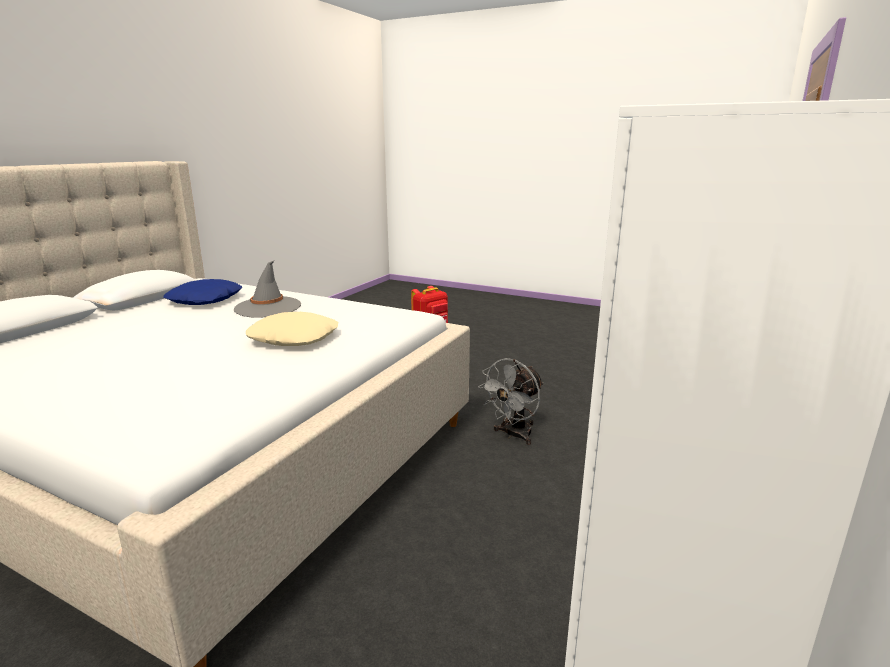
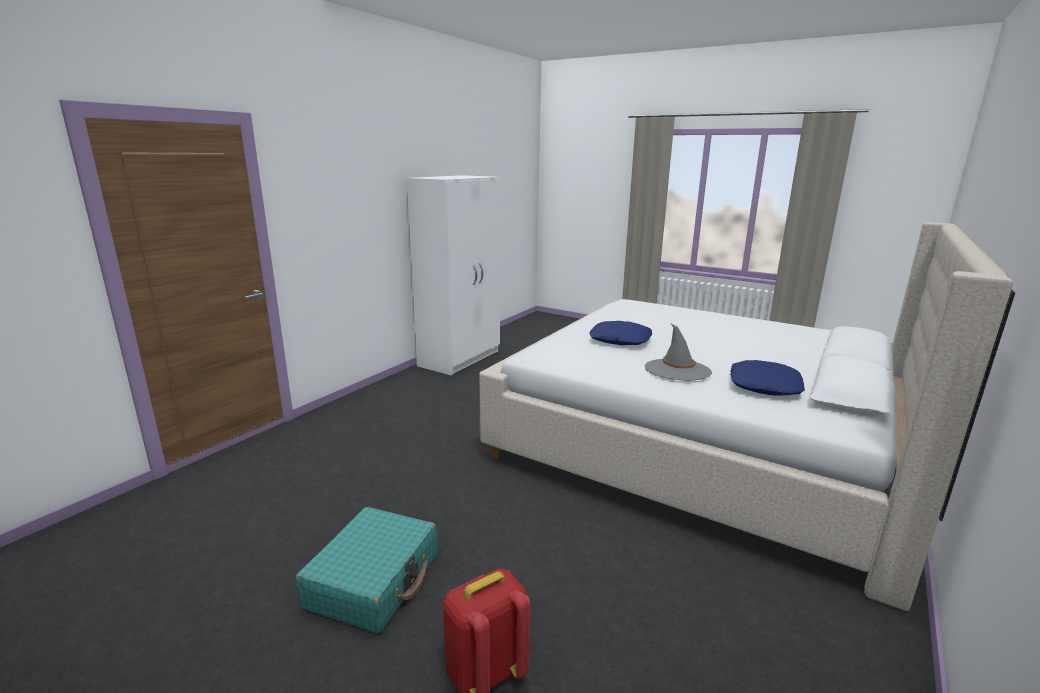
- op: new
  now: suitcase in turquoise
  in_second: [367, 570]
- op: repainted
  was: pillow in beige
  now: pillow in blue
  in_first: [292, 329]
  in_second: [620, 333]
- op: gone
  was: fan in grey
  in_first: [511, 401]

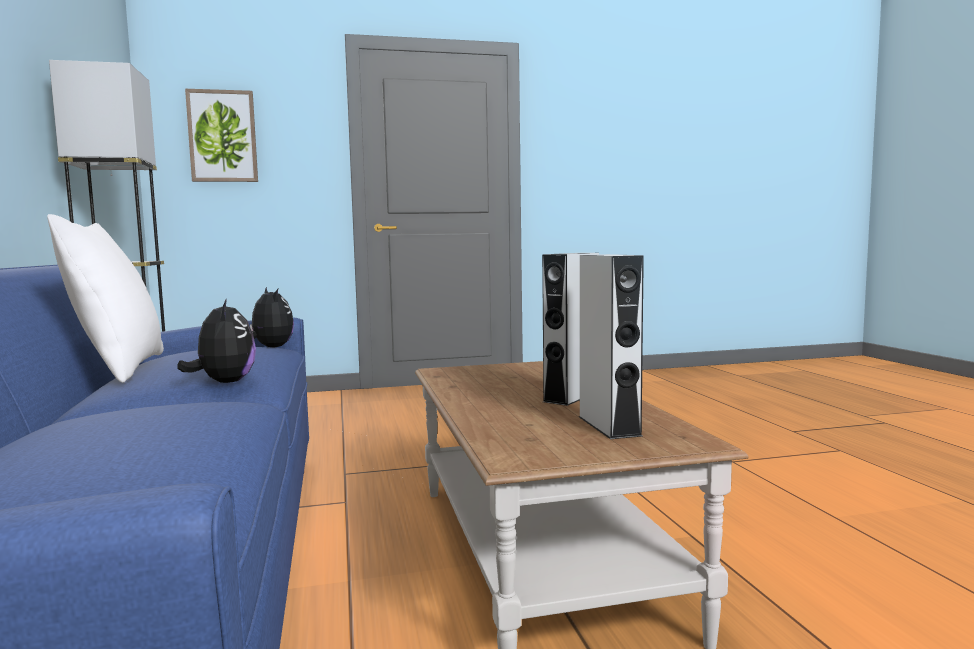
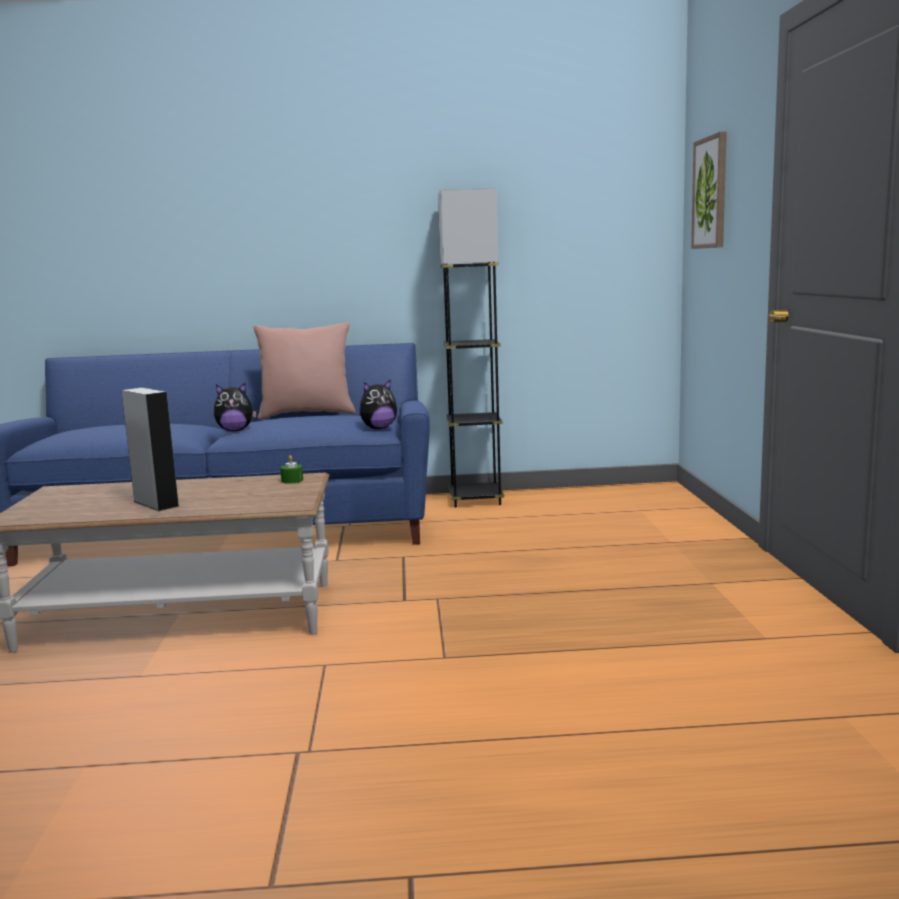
- op: repainted
  was: pillow in white
  now: pillow in pink
  in_first: [105, 298]
  in_second: [304, 371]
- op: new
  now: candle in green
  in_second: [291, 469]
- op: gone
  was: speaker in grey
  in_first: [611, 346]

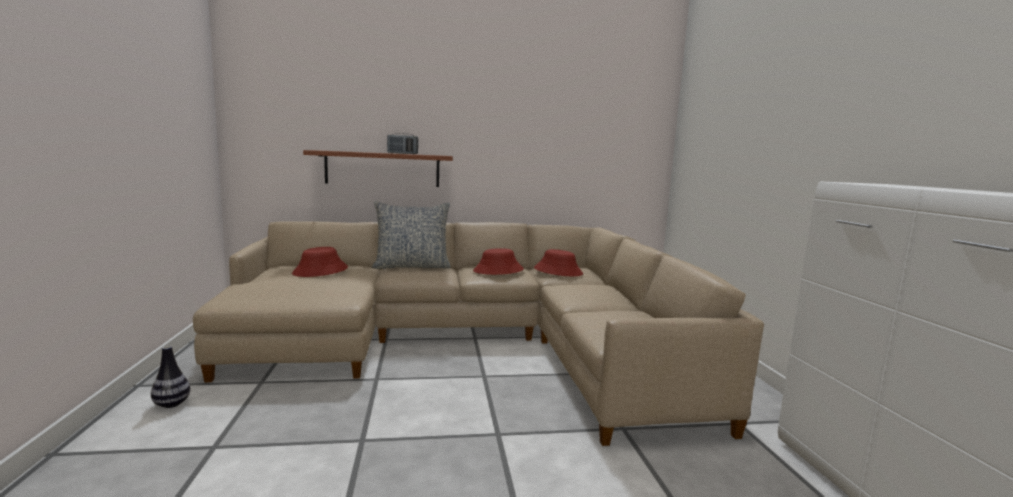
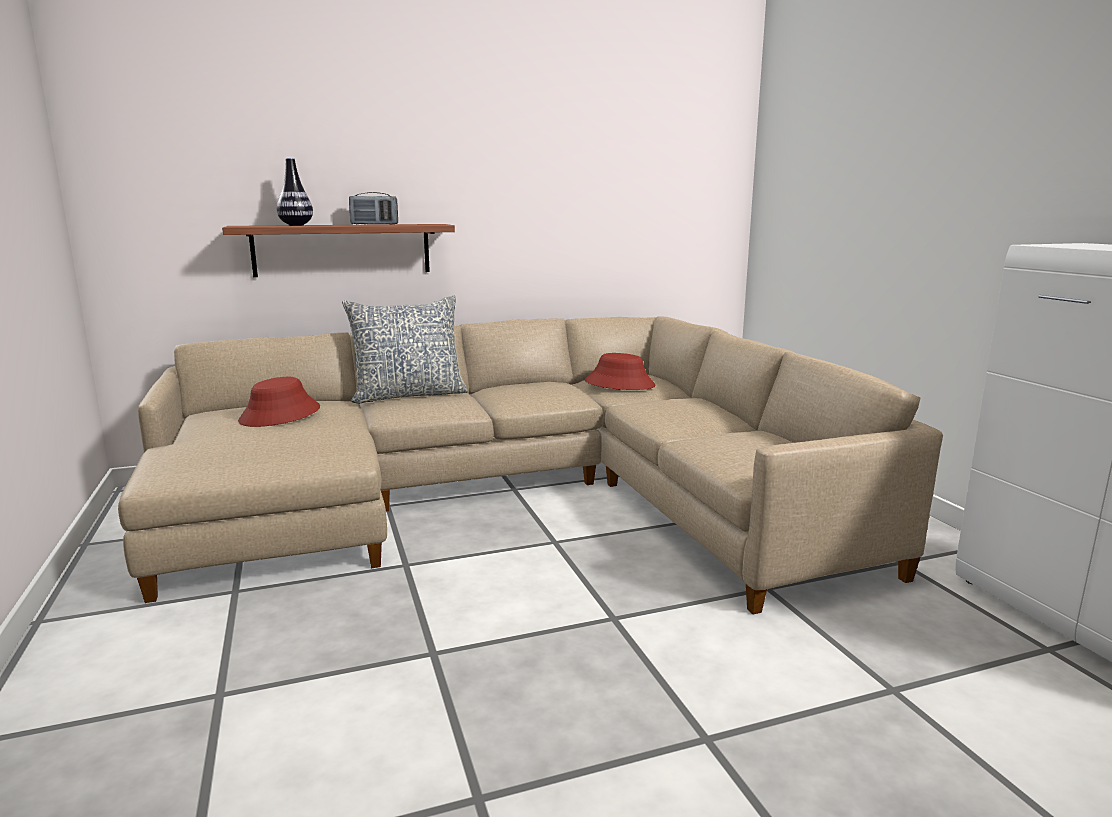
- op: shifted
  was: vase
  in_first: [170, 377]
  in_second: [295, 192]
- op: gone
  was: hat in red
  in_first: [498, 261]

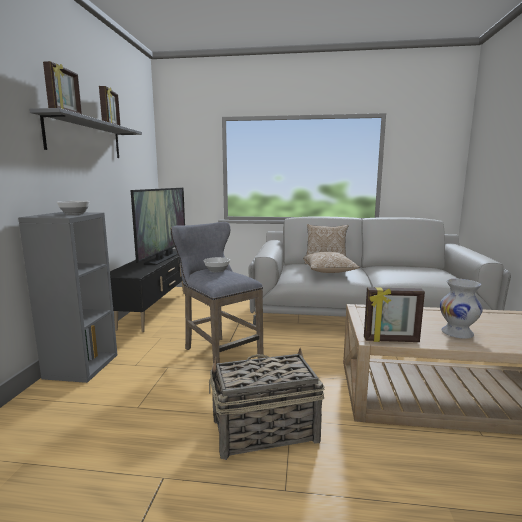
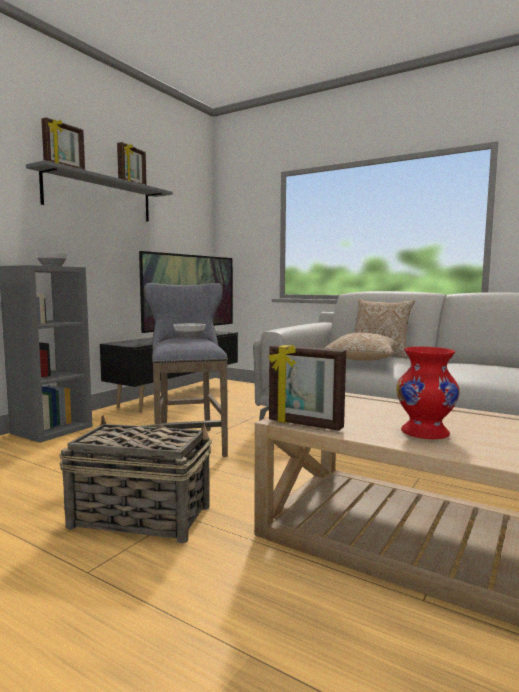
- op: repainted
  was: vase in white
  now: vase in red
  in_first: [461, 309]
  in_second: [428, 393]

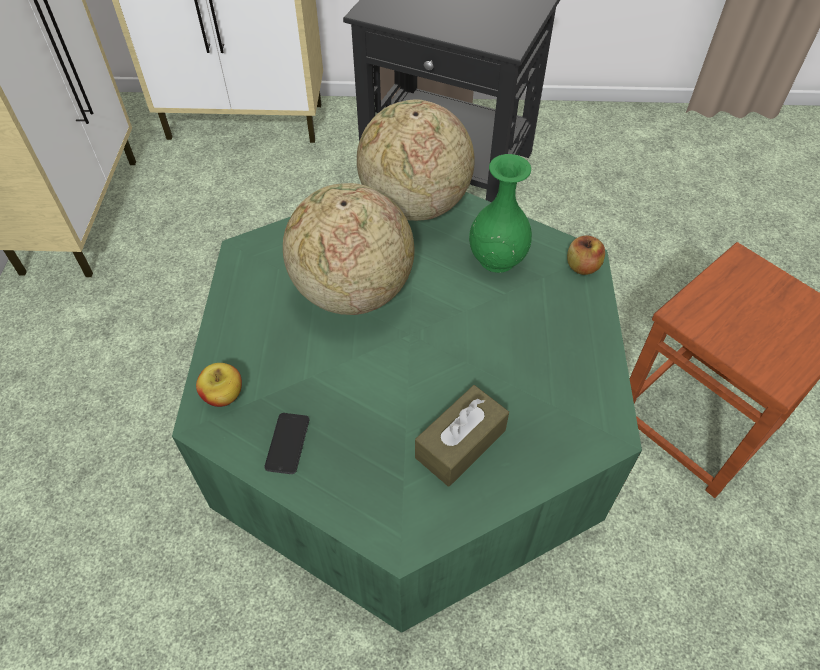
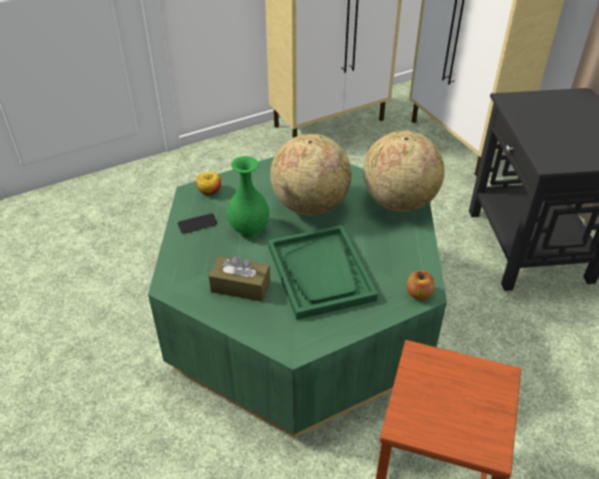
- op: shifted
  was: vase in green
  in_first: [500, 213]
  in_second: [248, 196]
- op: new
  now: tray in green
  in_second: [323, 272]

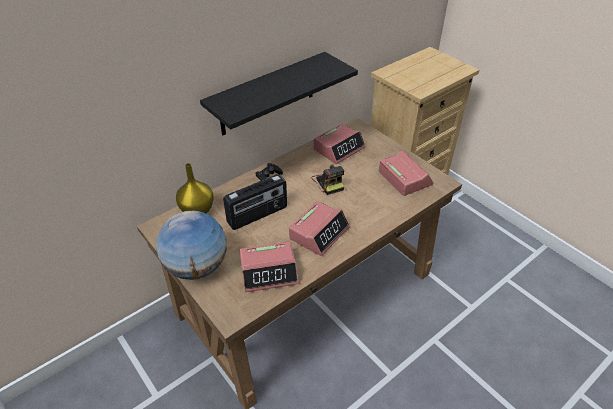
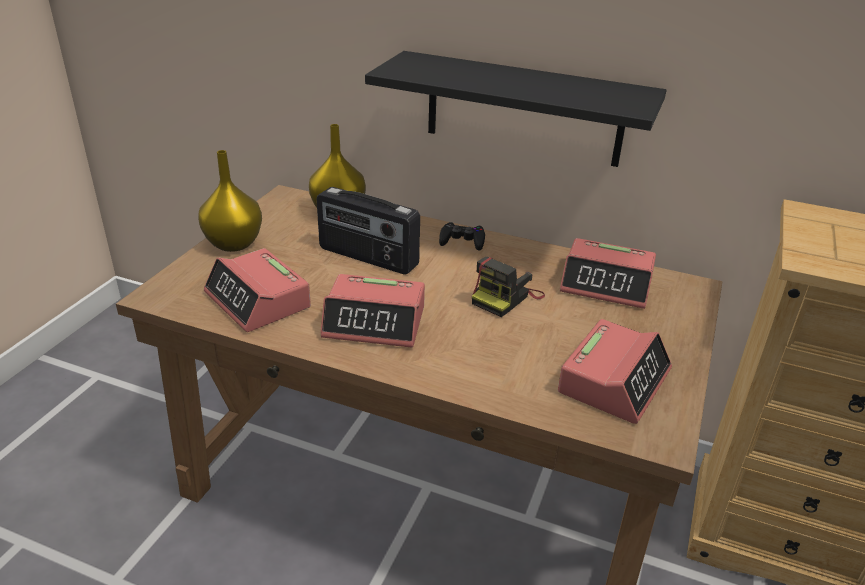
- op: swapped
  was: globe
  now: vase in yellow
  in_first: [191, 245]
  in_second: [230, 201]

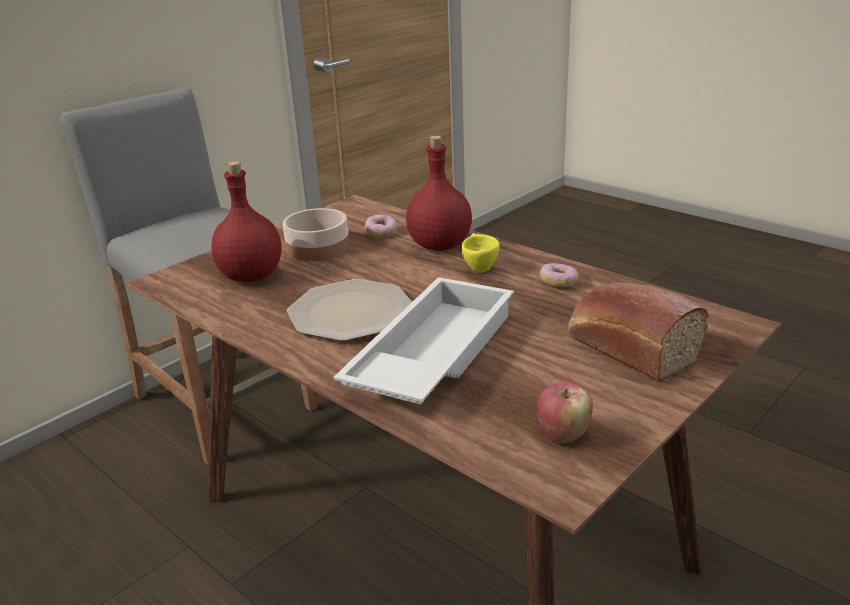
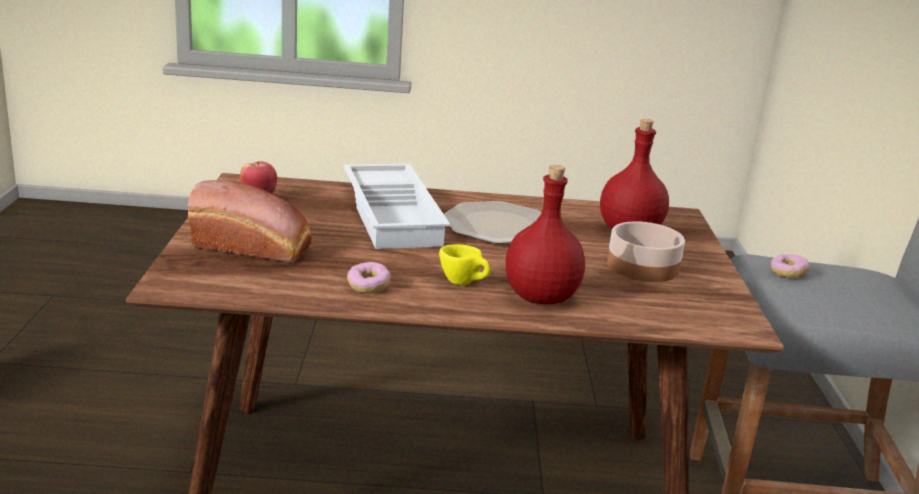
- op: shifted
  was: donut
  in_first: [381, 226]
  in_second: [790, 266]

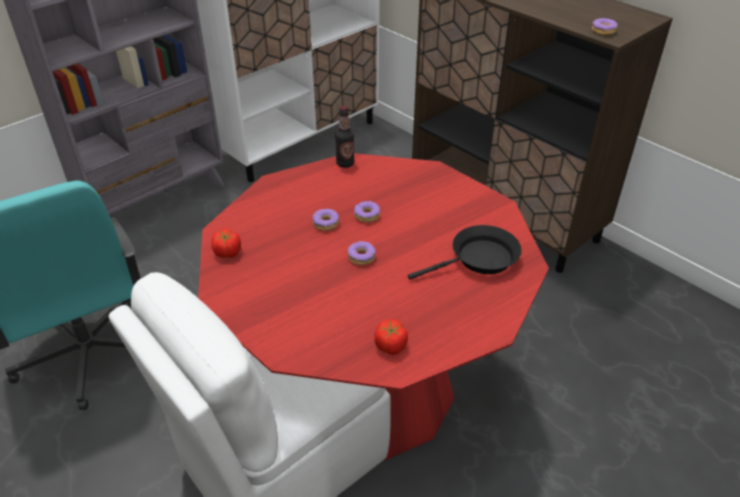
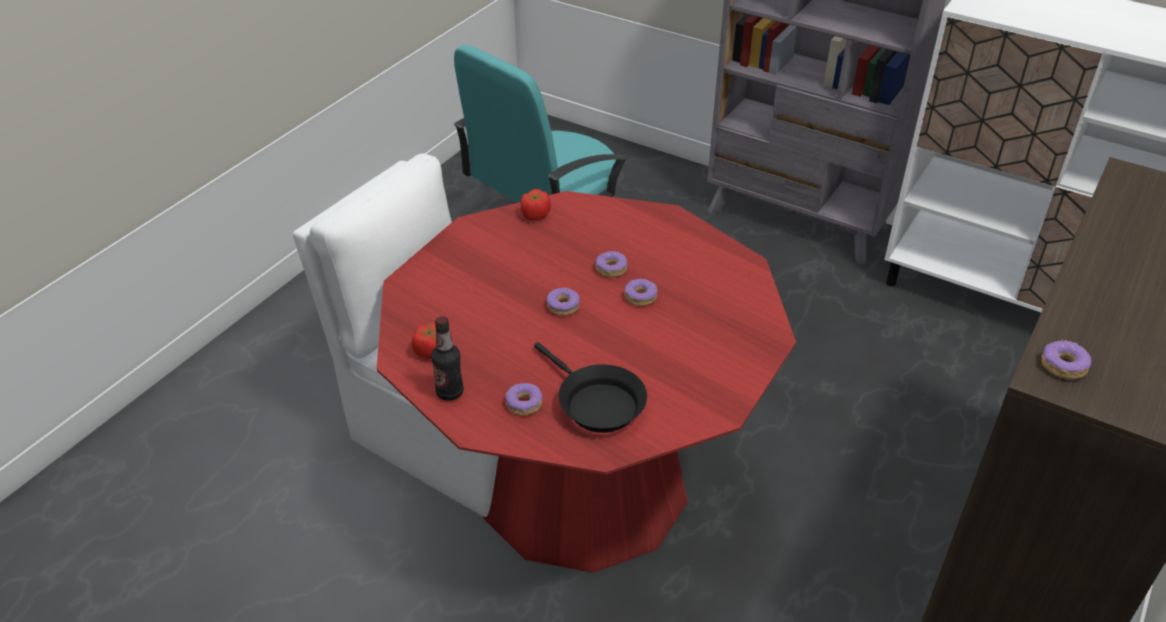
- op: shifted
  was: bottle
  in_first: [345, 136]
  in_second: [447, 358]
- op: new
  now: donut
  in_second: [523, 399]

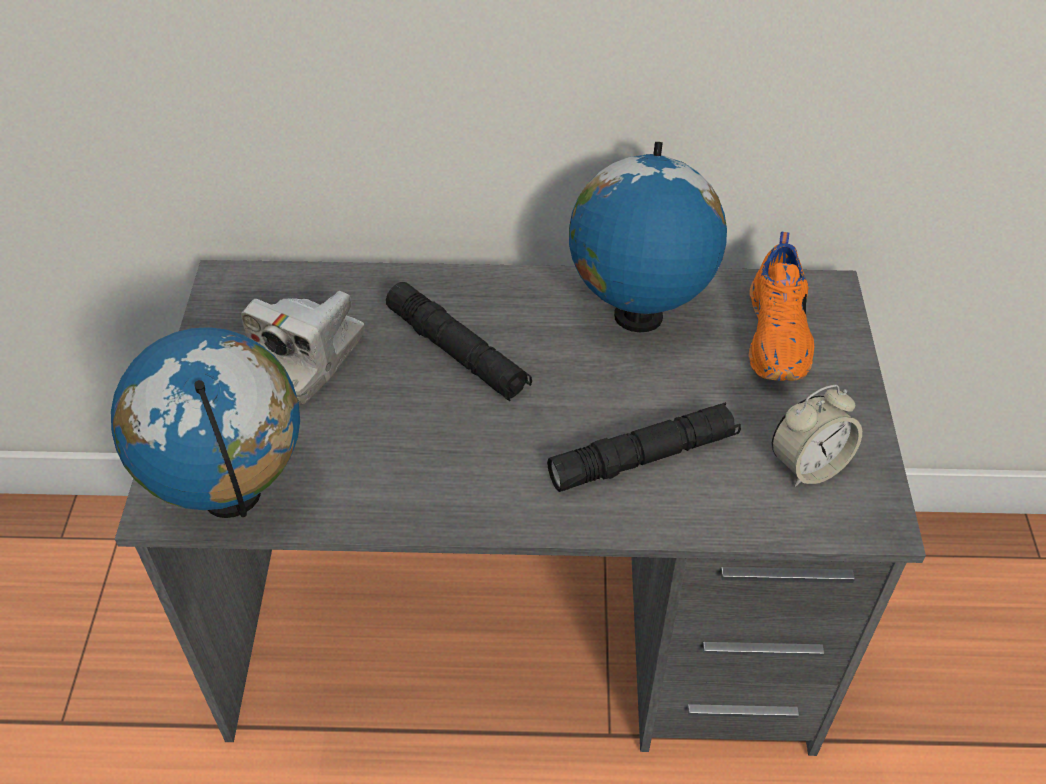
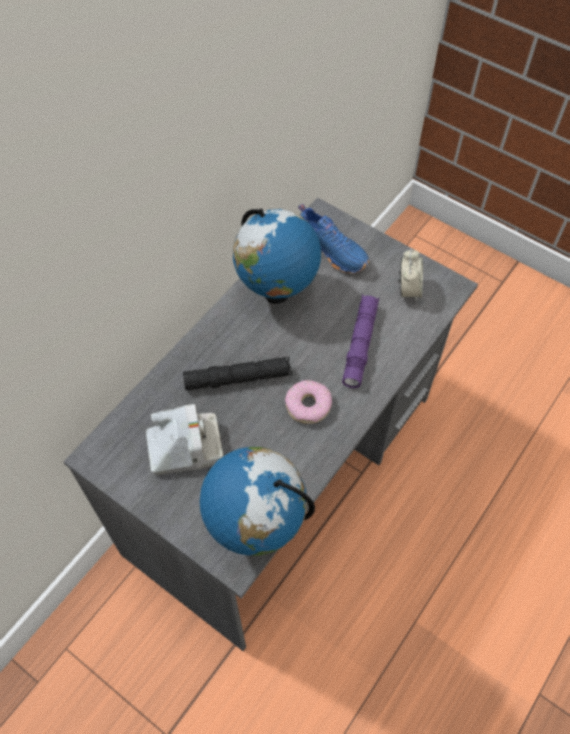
- op: rotated
  was: photo camera
  in_first: [302, 348]
  in_second: [184, 439]
  clockwise: -75
- op: new
  now: donut
  in_second: [308, 402]
- op: repainted
  was: shoe in orange
  now: shoe in blue
  in_first: [781, 306]
  in_second: [333, 238]
- op: repainted
  was: flashlight in black
  now: flashlight in purple
  in_first: [644, 447]
  in_second: [360, 341]

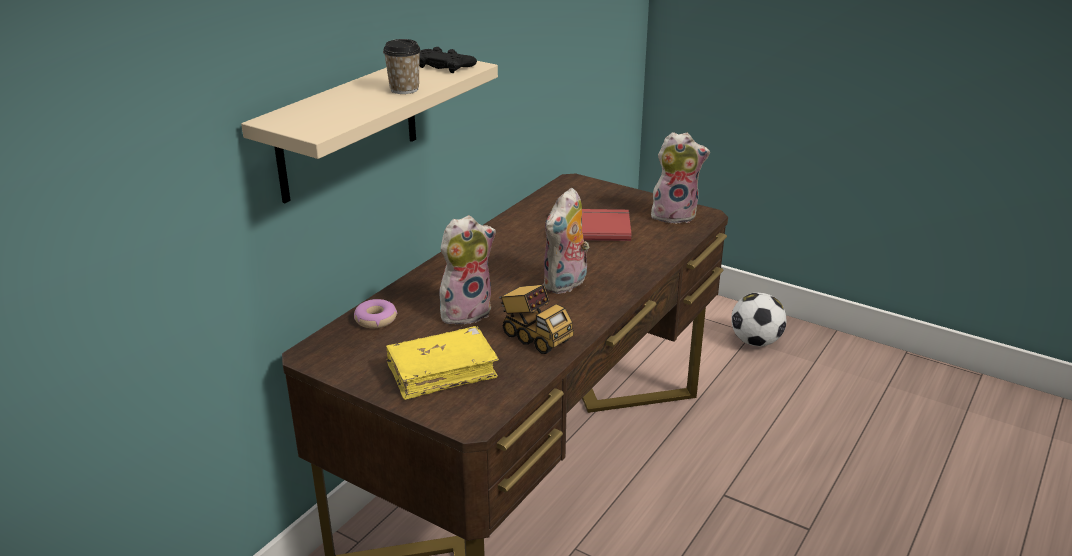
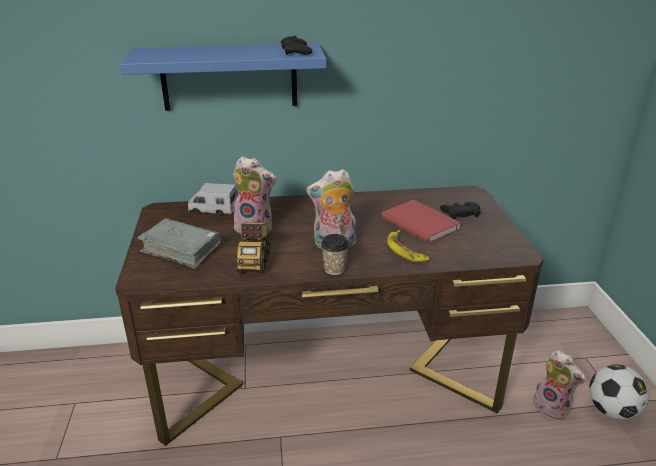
- op: repainted
  was: shelf in beige
  now: shelf in blue
  in_first: [369, 132]
  in_second: [223, 77]
- op: repainted
  was: book in yellow
  now: book in grey
  in_first: [442, 363]
  in_second: [179, 243]
- op: swapped
  was: donut
  now: toy truck
  in_first: [375, 313]
  in_second: [212, 199]
- op: shifted
  was: cup
  in_first: [402, 66]
  in_second: [335, 254]
- op: new
  now: banana
  in_second: [408, 246]
- op: new
  now: game controller in black
  in_second: [460, 210]
- op: shifted
  was: plush toy
  in_first: [680, 178]
  in_second: [559, 385]

